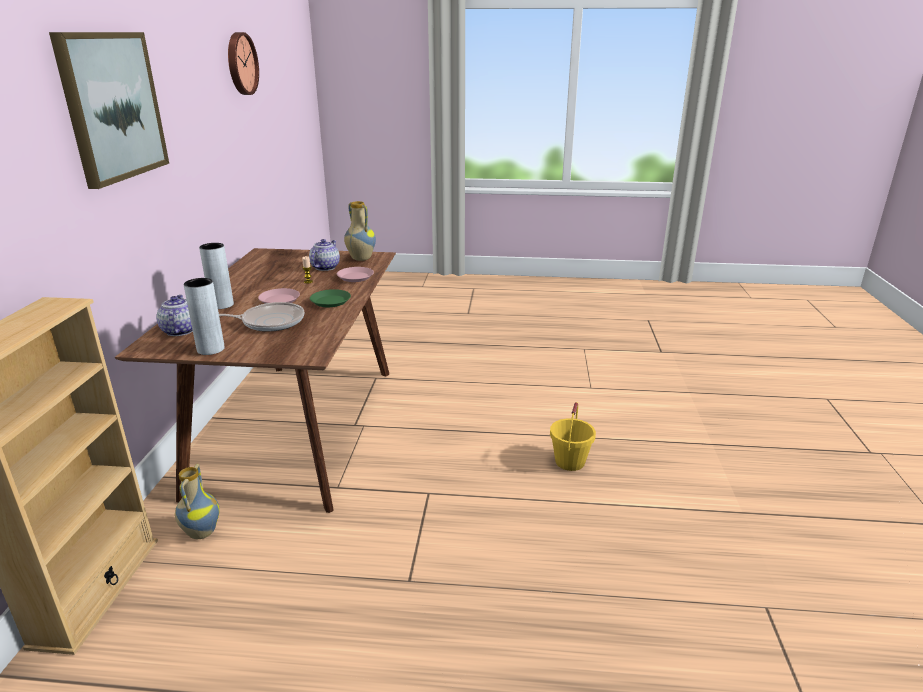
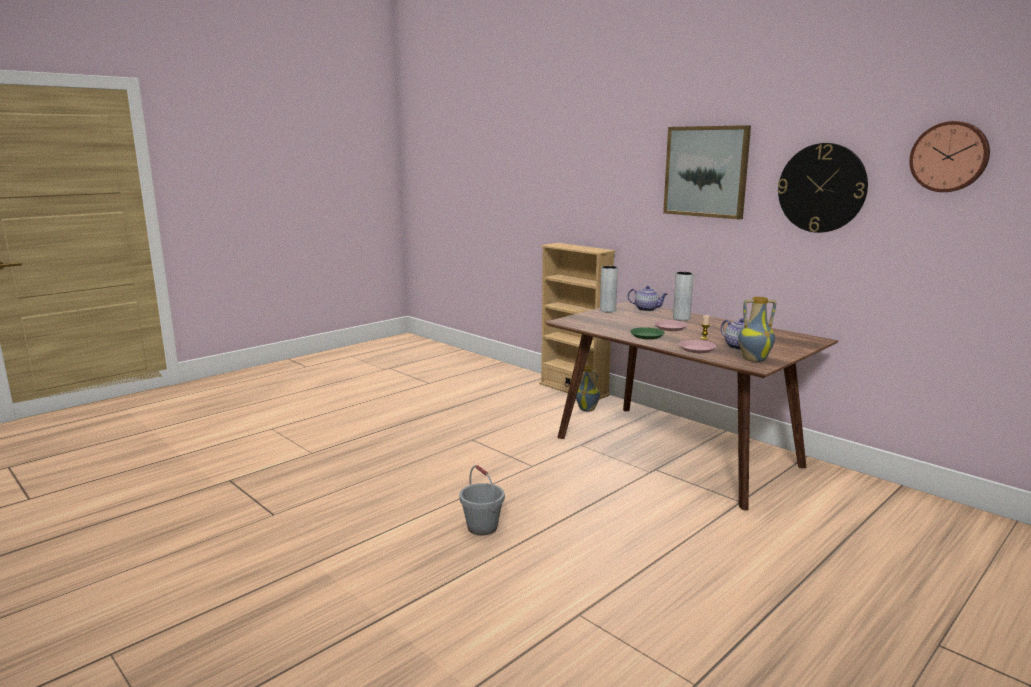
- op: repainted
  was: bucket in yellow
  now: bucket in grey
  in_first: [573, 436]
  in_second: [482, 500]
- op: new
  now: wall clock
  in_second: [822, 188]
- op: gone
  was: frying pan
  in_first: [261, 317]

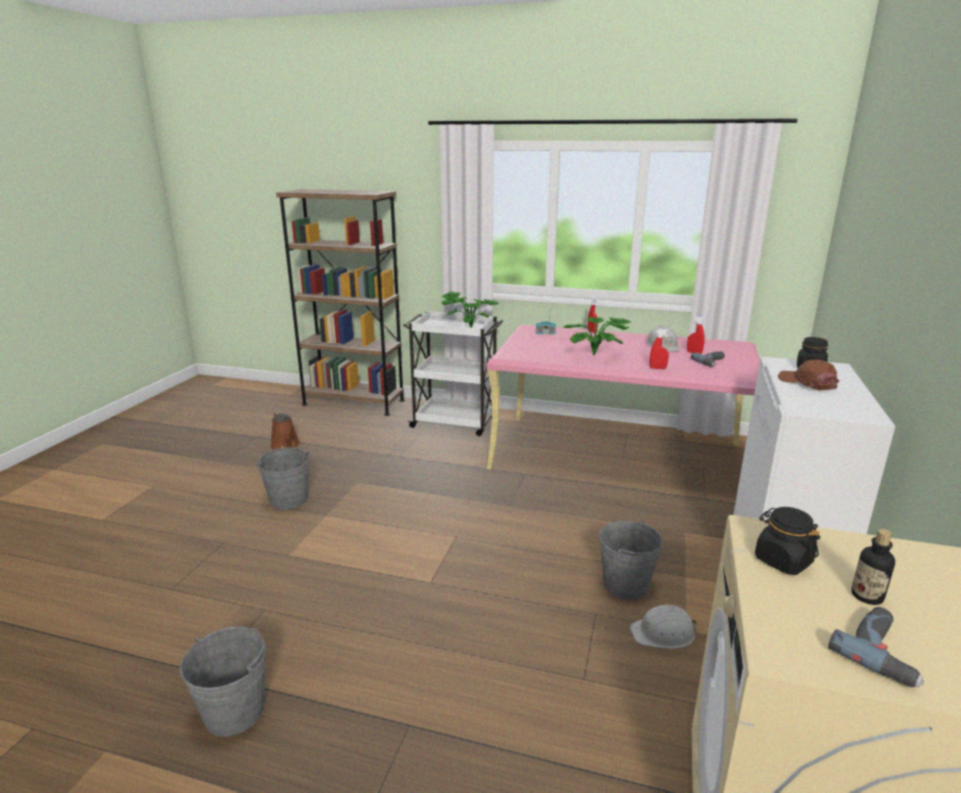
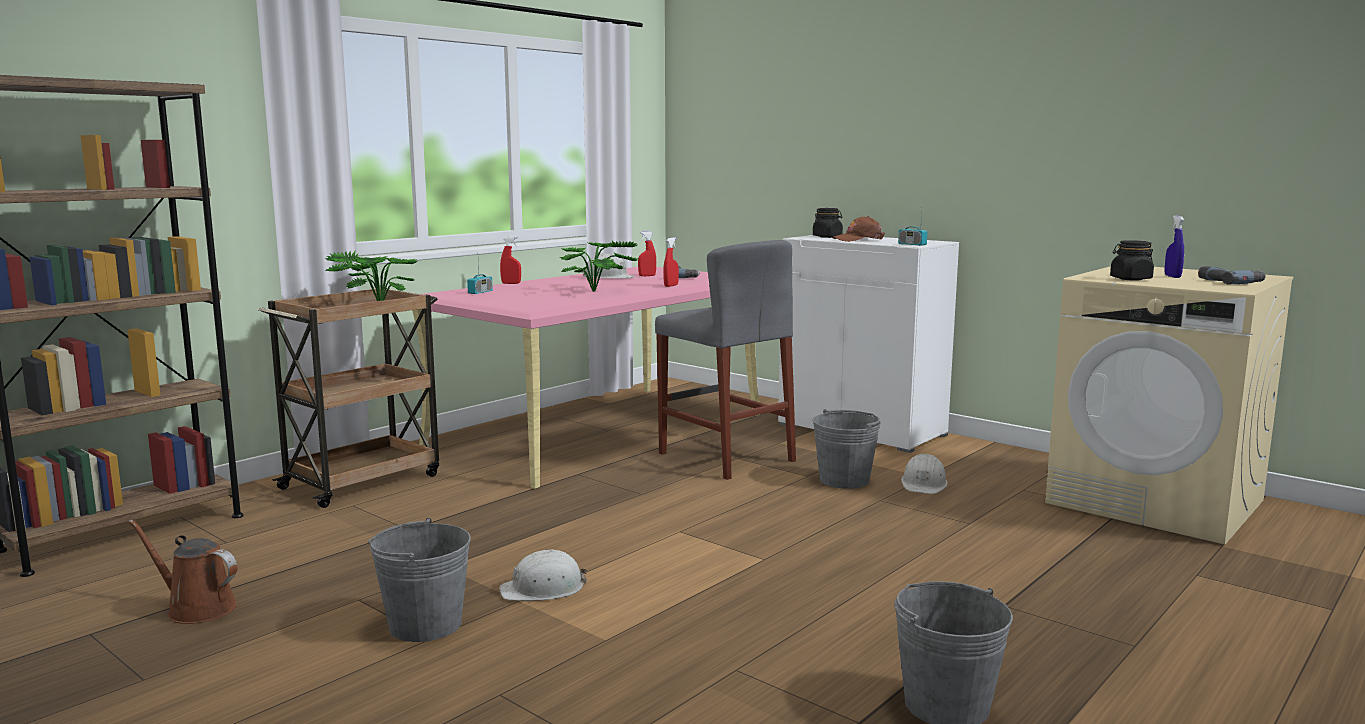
- op: rotated
  was: watering can in brown
  in_first: [285, 431]
  in_second: [182, 572]
  clockwise: -150
- op: repainted
  was: cart in white
  now: cart in brown
  in_first: [453, 373]
  in_second: [348, 398]
- op: new
  now: hard hat in white
  in_second: [543, 575]
- op: new
  now: stool in grey
  in_second: [725, 360]
- op: new
  now: radio
  in_second: [912, 229]
- op: swapped
  was: bottle
  now: spray bottle in blue
  in_first: [873, 567]
  in_second: [1174, 246]

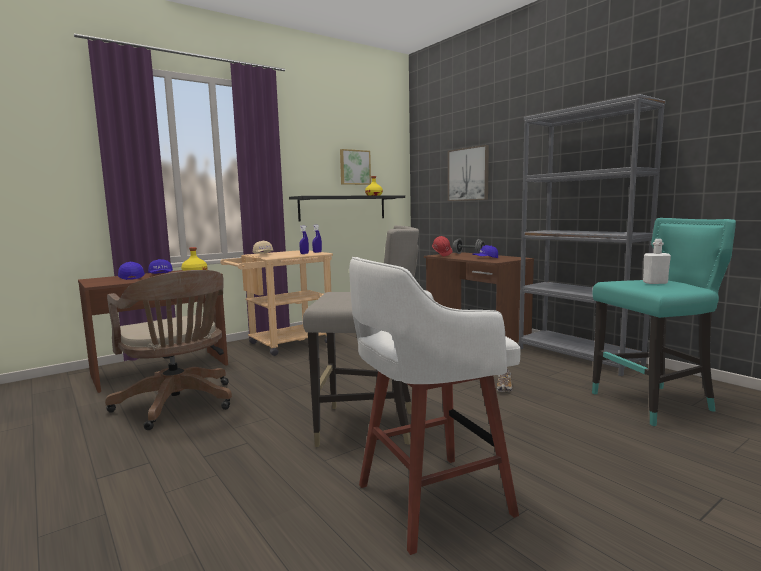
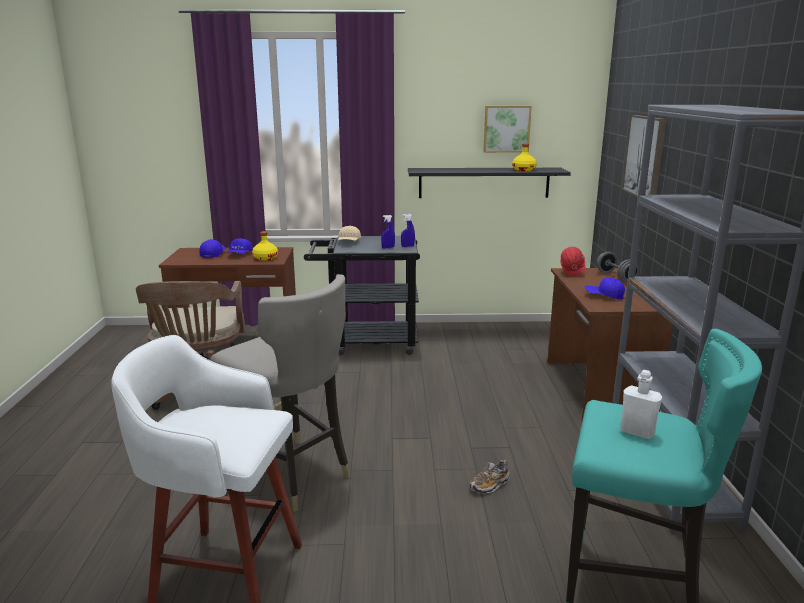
- op: repainted
  was: cart in beige
  now: cart in black
  in_first: [276, 303]
  in_second: [362, 296]

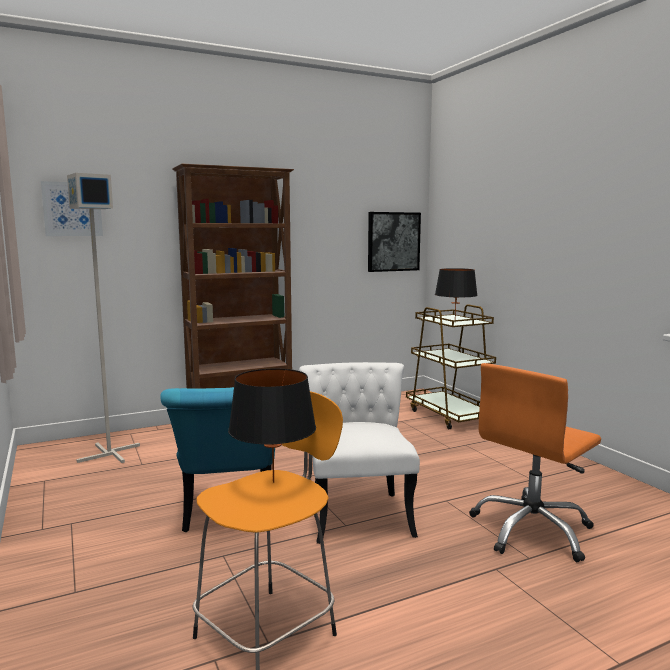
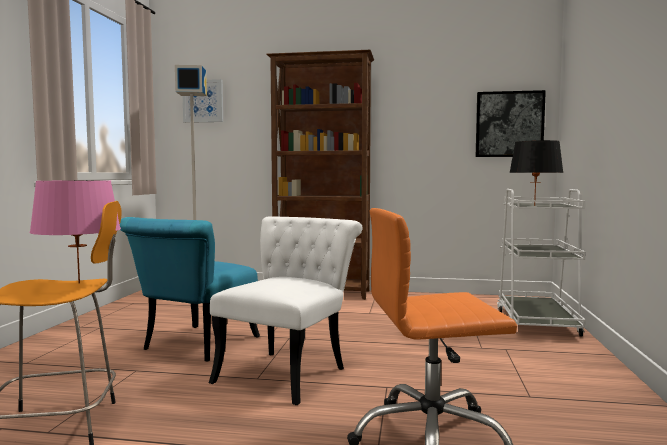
- op: repainted
  was: table lamp in black
  now: table lamp in pink
  in_first: [272, 425]
  in_second: [75, 232]
- op: repainted
  was: cart in brown
  now: cart in white
  in_first: [451, 366]
  in_second: [541, 263]

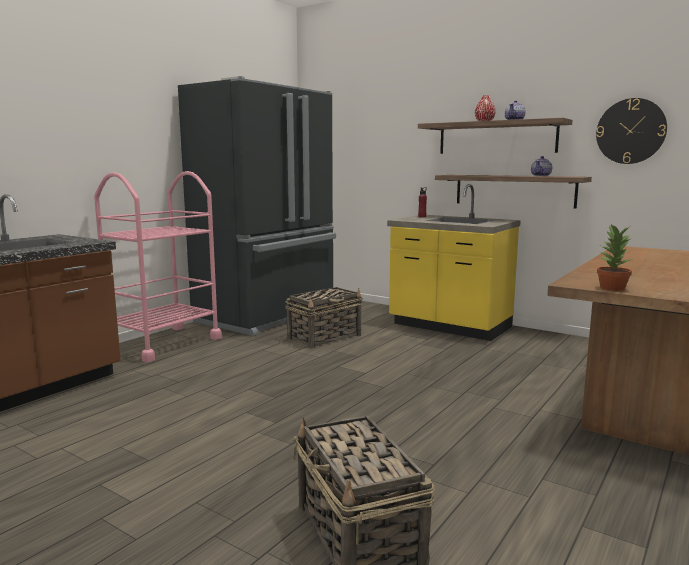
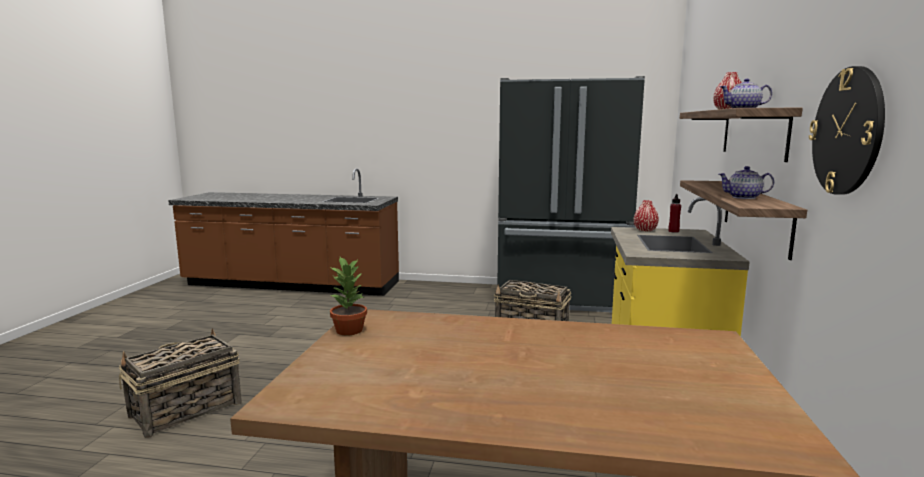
- op: new
  now: vase in red
  in_second: [646, 215]
- op: gone
  was: cart in pink
  in_first: [158, 266]

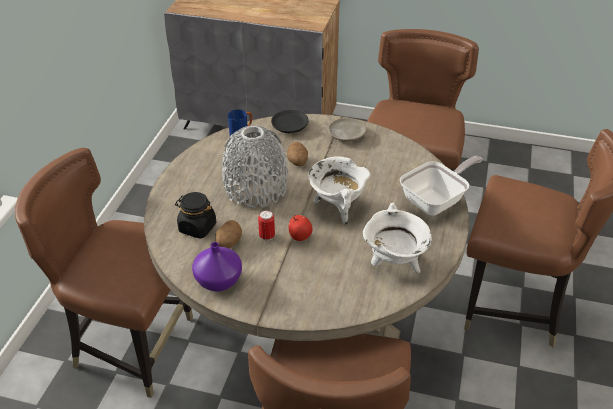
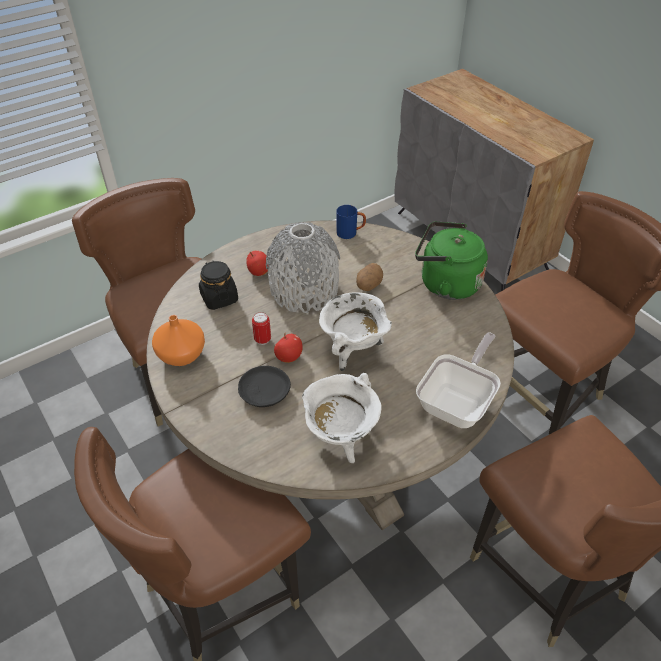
- op: repainted
  was: vase in purple
  now: vase in orange
  in_first: [217, 267]
  in_second: [178, 340]
- op: shifted
  was: plate in black
  in_first: [290, 121]
  in_second: [264, 386]
- op: new
  now: apple
  in_second: [257, 263]
- op: swapped
  was: plate in beige
  now: kettle in green
  in_first: [347, 130]
  in_second: [451, 260]
- op: rotated
  was: frying pan
  in_first: [441, 186]
  in_second: [458, 380]
  clockwise: -60
- op: gone
  was: potato
  in_first: [228, 234]

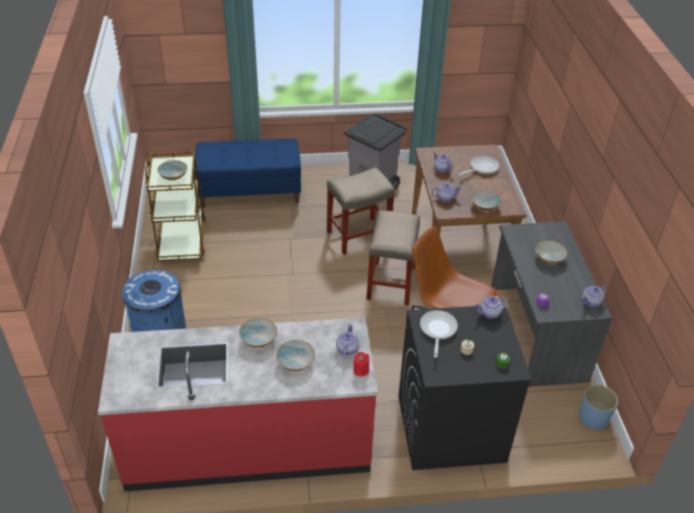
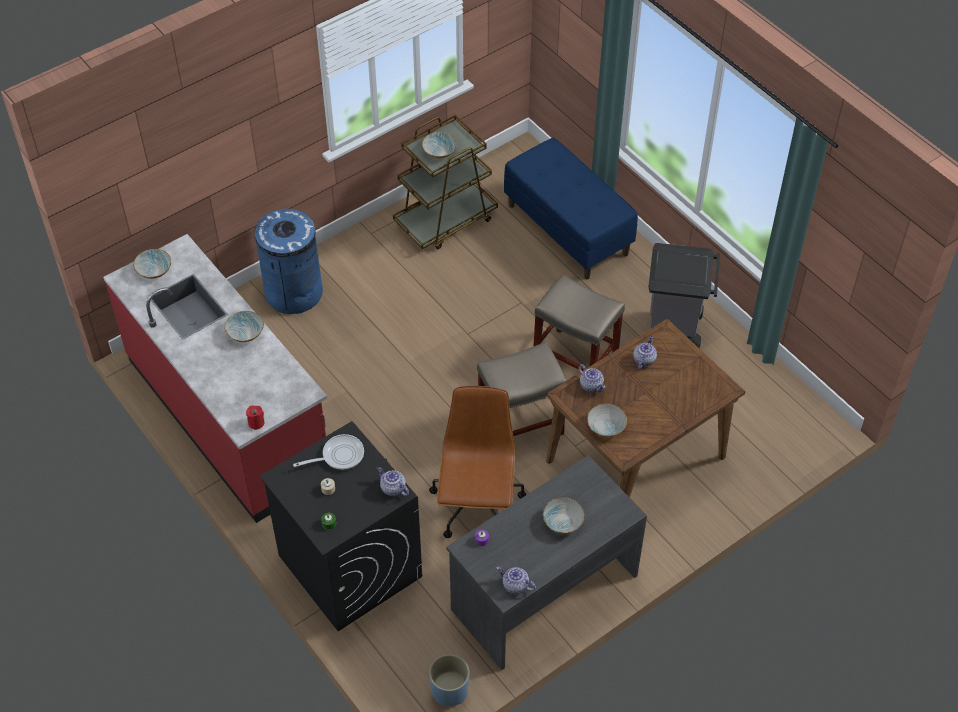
- op: shifted
  was: bowl
  in_first: [295, 355]
  in_second: [152, 264]
- op: gone
  was: teapot
  in_first: [347, 341]
- op: gone
  was: frying pan
  in_first: [479, 165]

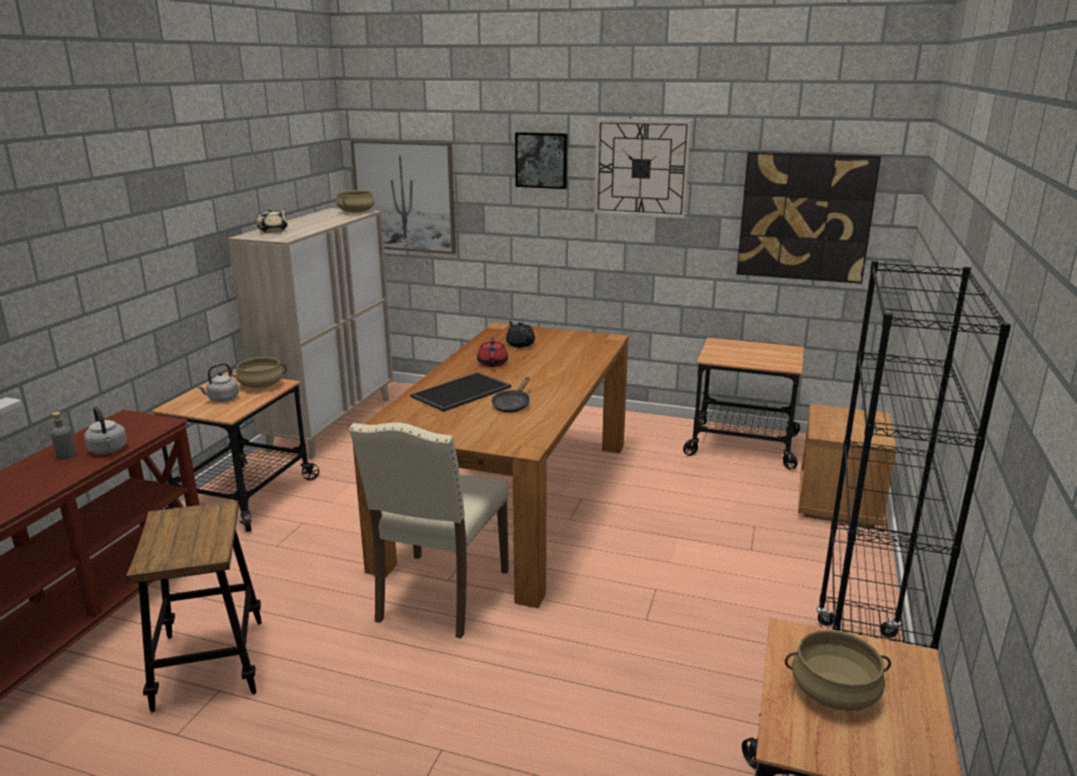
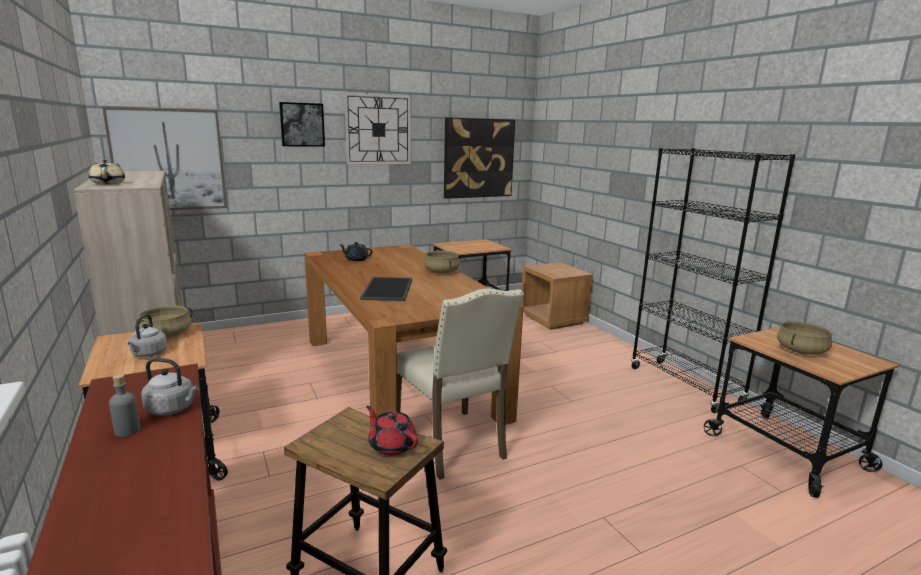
- op: shifted
  was: teapot in red
  in_first: [492, 352]
  in_second: [392, 431]
- op: shifted
  was: cooking pot in beige
  in_first: [355, 201]
  in_second: [442, 262]
- op: gone
  was: frying pan in black
  in_first: [510, 395]

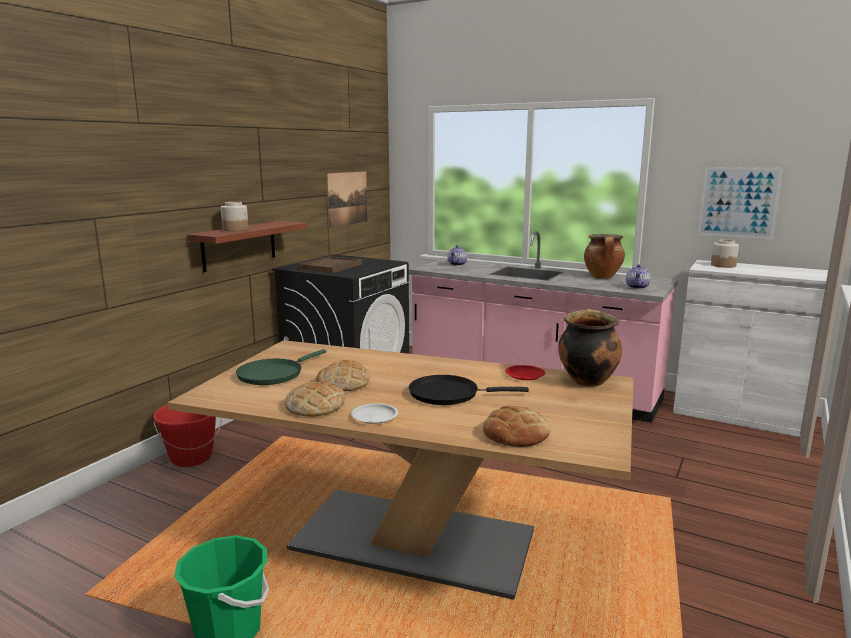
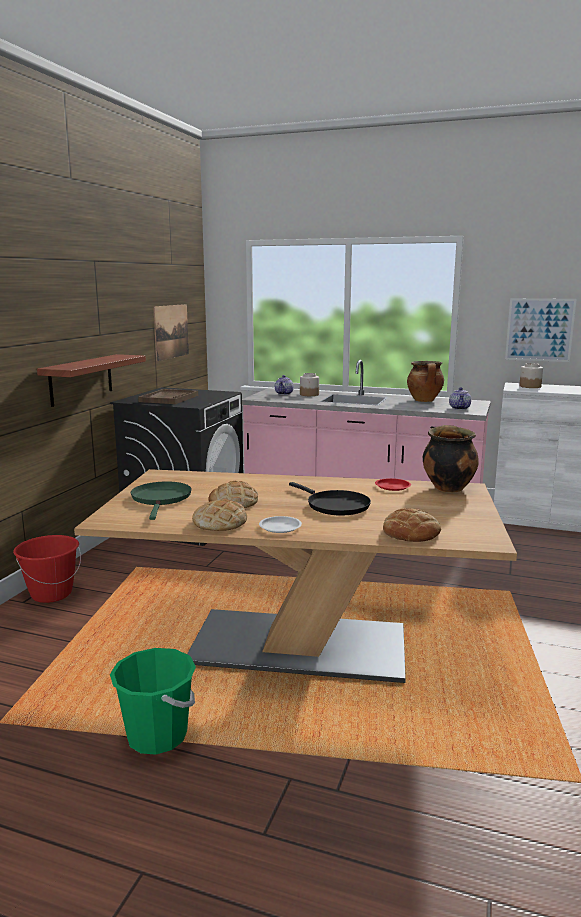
- op: rotated
  was: frying pan in green
  in_first: [281, 367]
  in_second: [161, 501]
  clockwise: 150
- op: rotated
  was: frying pan in black
  in_first: [469, 390]
  in_second: [330, 499]
  clockwise: -120
- op: shifted
  was: jar
  in_first: [235, 217]
  in_second: [309, 384]

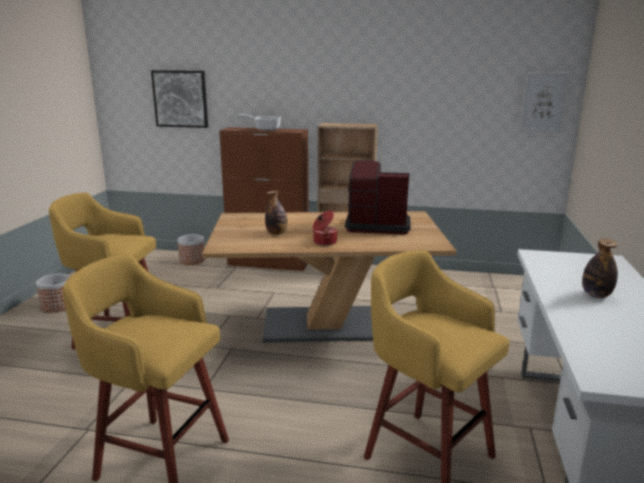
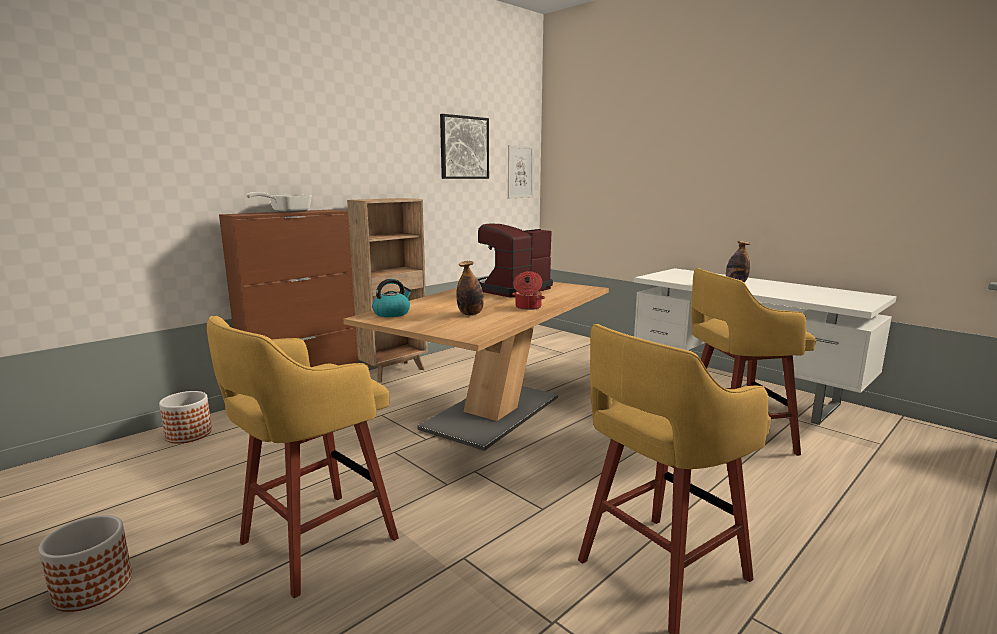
- op: new
  now: kettle
  in_second: [392, 298]
- op: shifted
  was: picture
  in_first: [179, 99]
  in_second: [464, 146]

